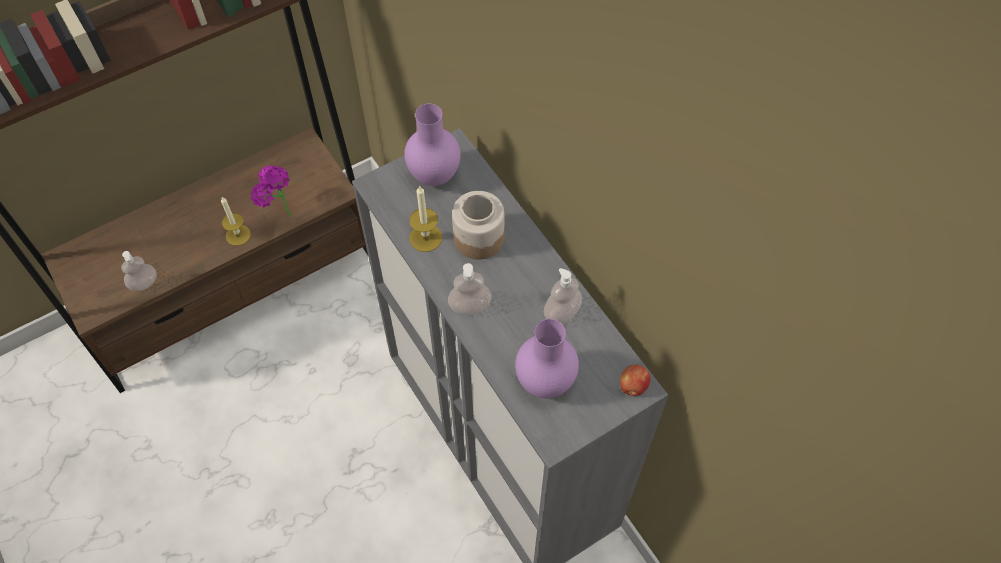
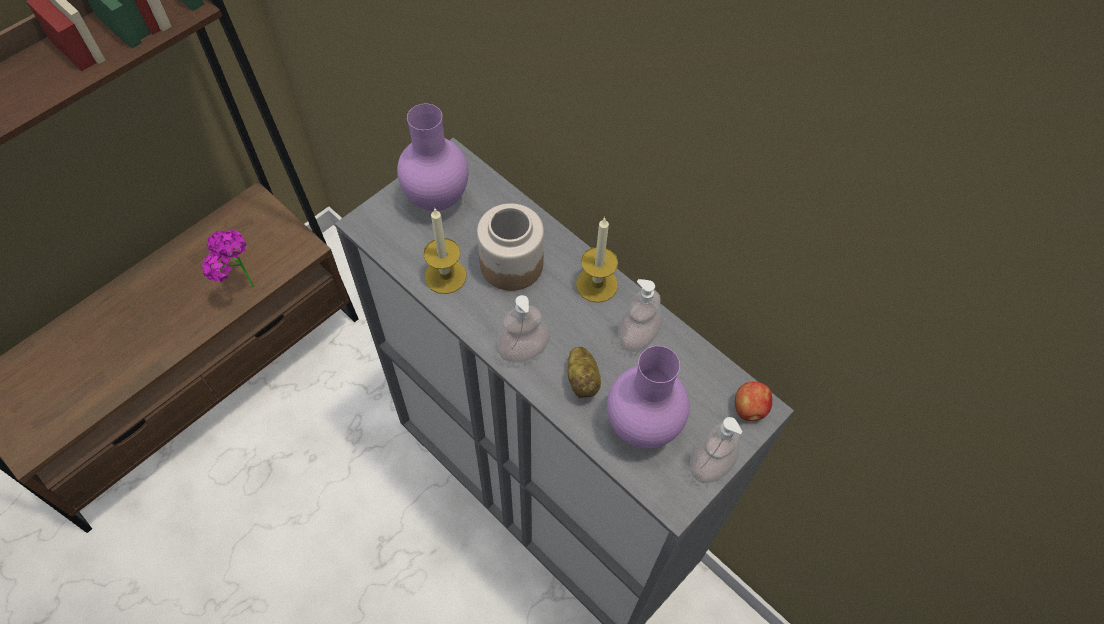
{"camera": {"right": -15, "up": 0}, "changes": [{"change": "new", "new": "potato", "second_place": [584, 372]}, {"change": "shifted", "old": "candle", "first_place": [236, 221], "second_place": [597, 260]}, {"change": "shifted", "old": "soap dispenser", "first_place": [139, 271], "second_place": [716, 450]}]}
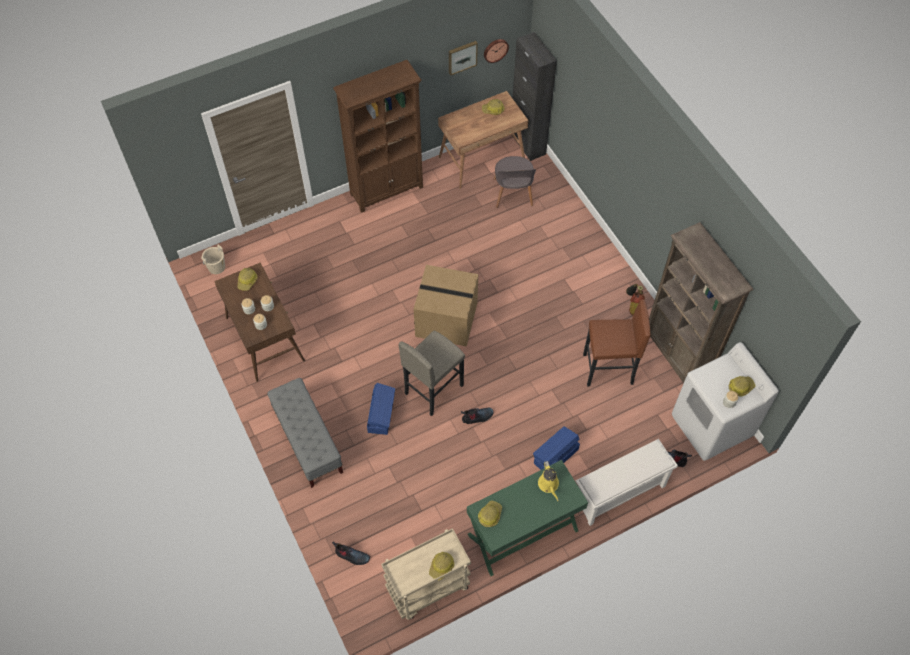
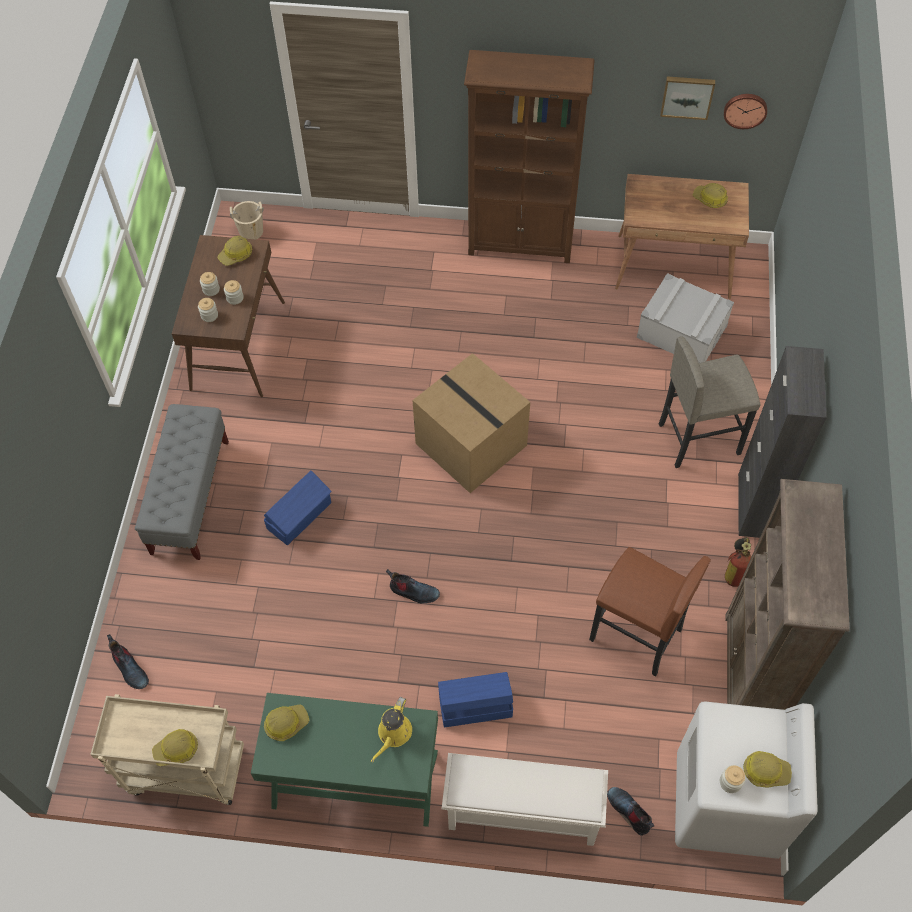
{"camera": {"right": 35, "up": 0}, "changes": [{"change": "swapped", "old": "grey chair", "new": "grey storage box", "first_place": [515, 182], "second_place": [685, 318]}, {"change": "shifted", "old": "grey stool", "first_place": [431, 373], "second_place": [710, 402]}, {"change": "shifted", "old": "black cabinet", "first_place": [535, 96], "second_place": [782, 442]}]}
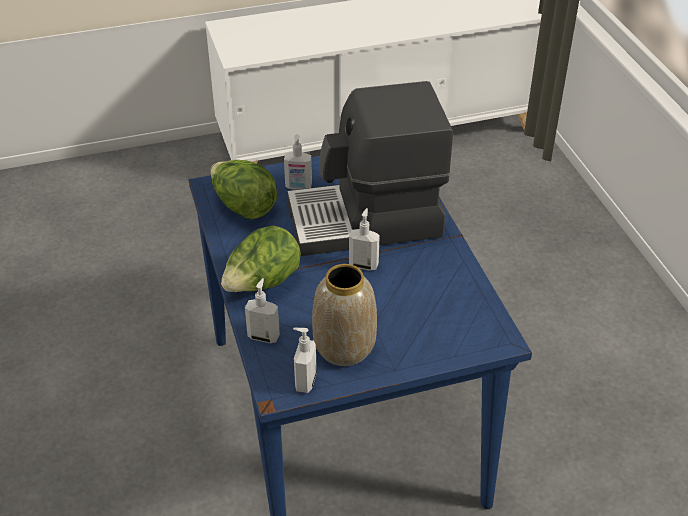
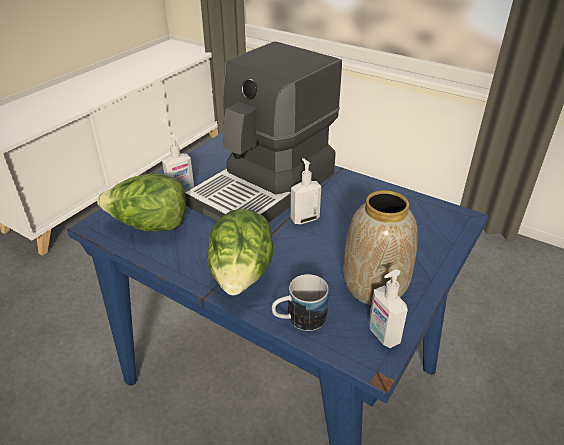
{"camera": {"right": -40, "up": -5}, "changes": [{"change": "swapped", "old": "soap dispenser", "new": "mug", "first_place": [262, 310], "second_place": [300, 302]}]}
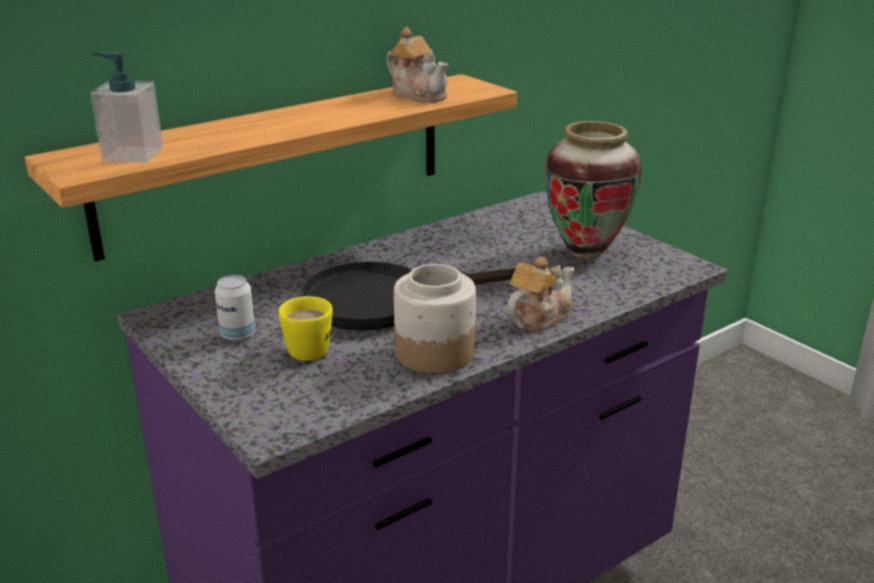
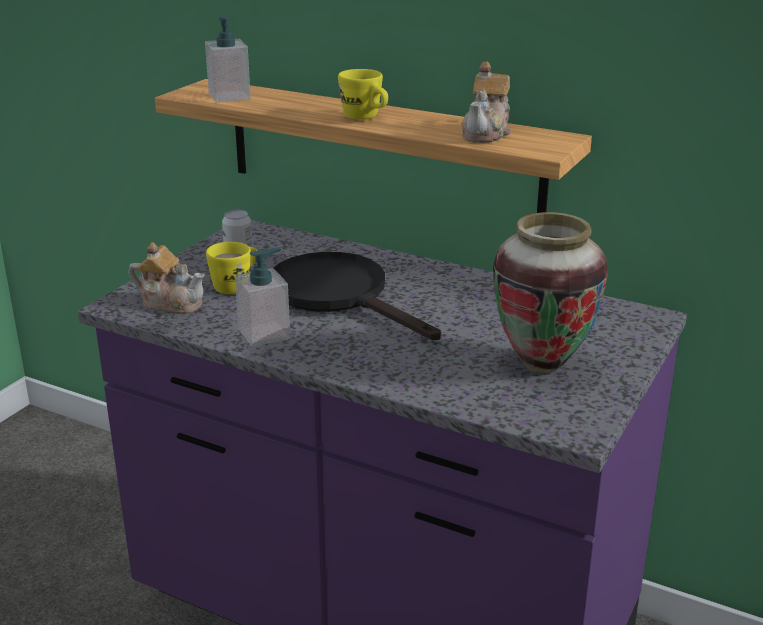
{"camera": {"right": 65, "up": 0}, "changes": [{"change": "shifted", "old": "teapot", "first_place": [540, 294], "second_place": [167, 278]}, {"change": "swapped", "old": "jar", "new": "soap dispenser", "first_place": [435, 318], "second_place": [262, 297]}, {"change": "new", "new": "yellow mug", "second_place": [363, 94]}]}
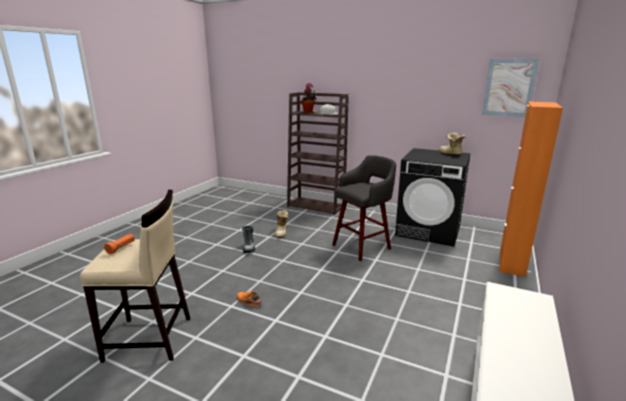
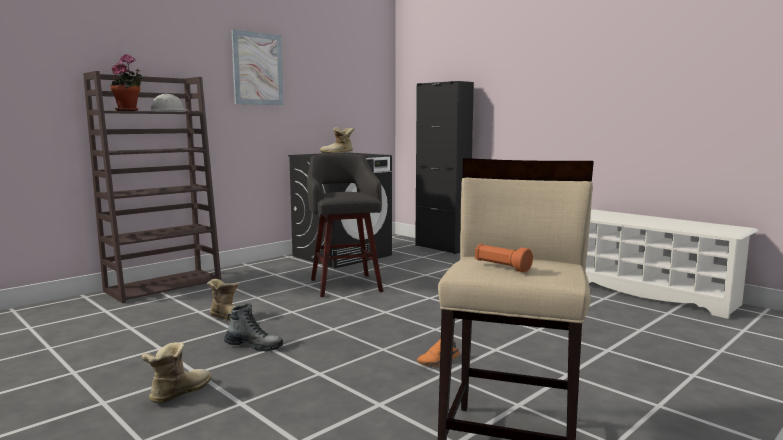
{"camera": {"right": -70, "up": -10}, "changes": [{"change": "new", "new": "boot", "second_place": [176, 372]}, {"change": "shifted", "old": "picture", "first_place": [510, 88], "second_place": [257, 67]}, {"change": "repainted", "old": "orange cabinet", "new": "black cabinet", "first_place": [531, 189], "second_place": [444, 167]}]}
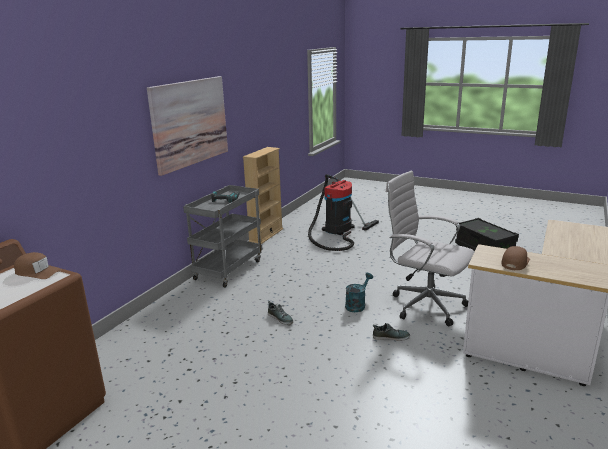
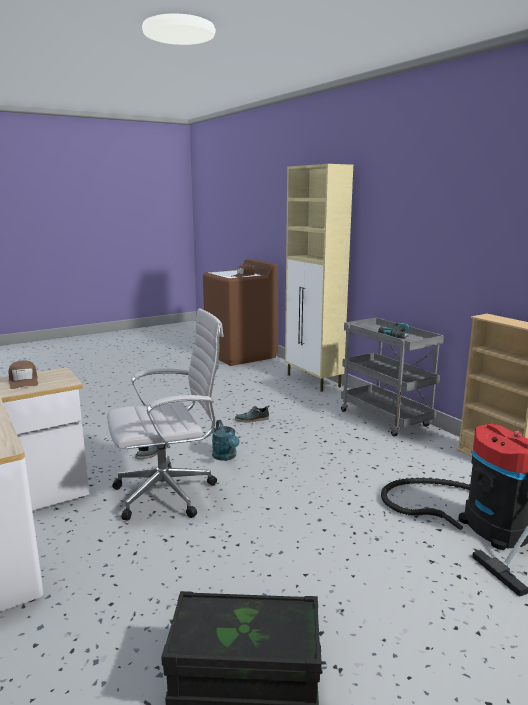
{"camera": {"right": 120, "up": -5}, "changes": [{"change": "new", "new": "beige cabinet", "second_place": [319, 278]}, {"change": "gone", "old": "picture", "first_place": [187, 126]}]}
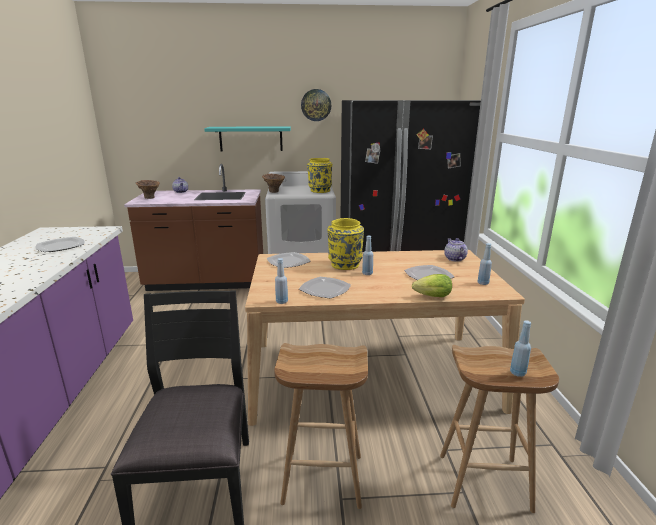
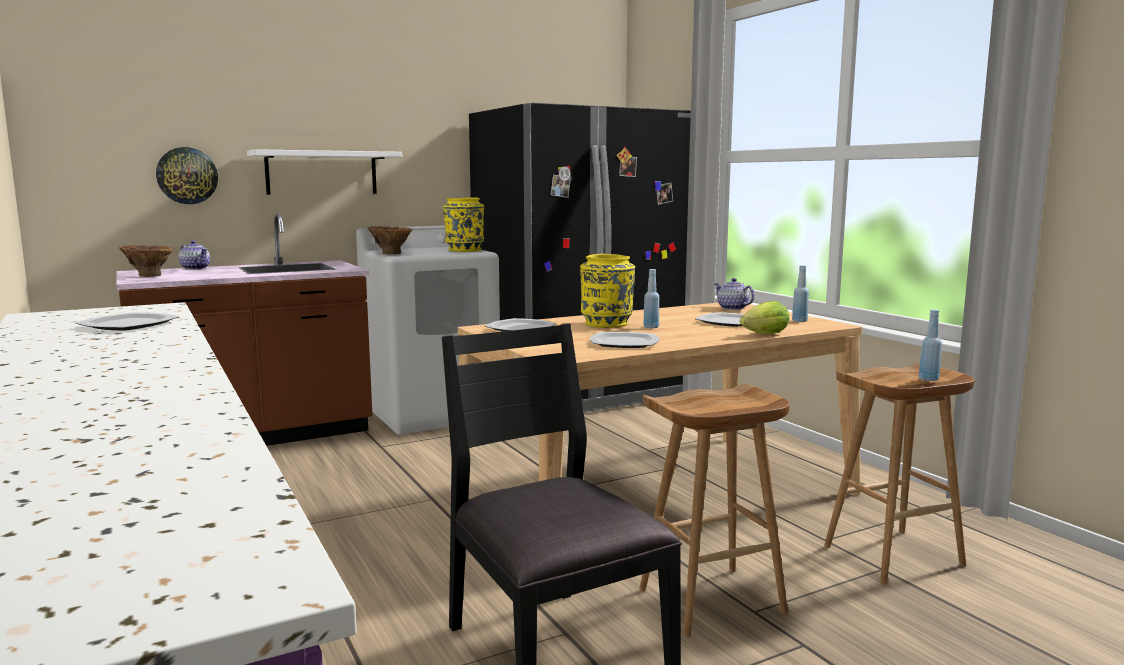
{"camera": {"right": -25, "up": -10}, "changes": [{"change": "shifted", "old": "wall clock", "first_place": [316, 105], "second_place": [187, 175]}, {"change": "repainted", "old": "turquoise shelf", "new": "white shelf", "first_place": [247, 138], "second_place": [324, 172]}, {"change": "gone", "old": "blue bottle", "first_place": [281, 281]}]}
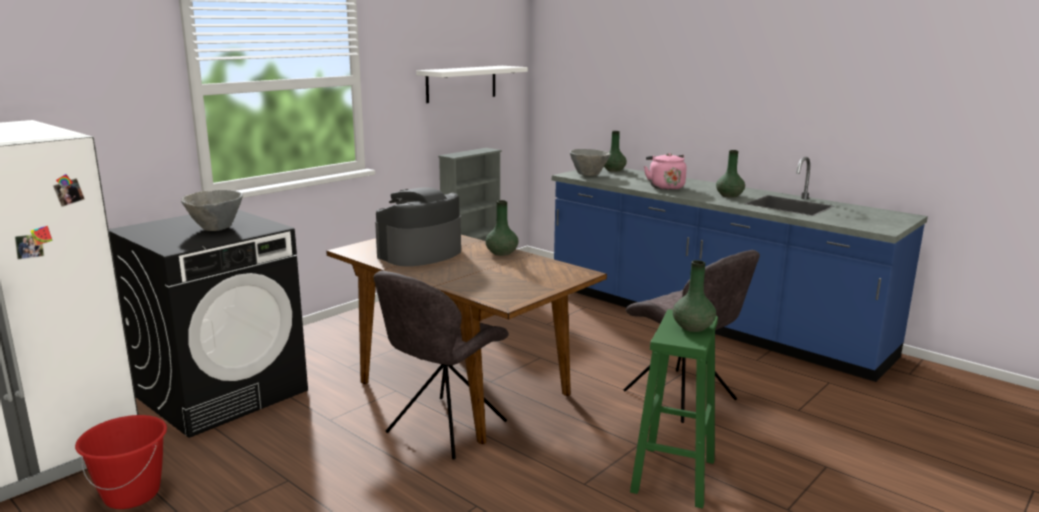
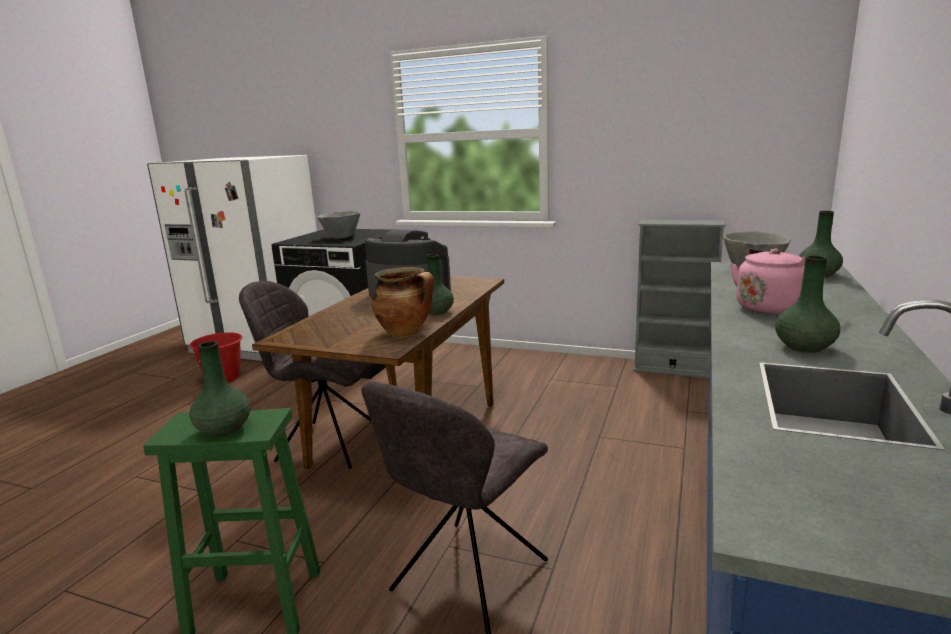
{"camera": {"right": 70, "up": 0}, "changes": [{"change": "new", "new": "cooking pot", "second_place": [403, 302]}, {"change": "gone", "old": "white shelf", "first_place": [472, 84]}]}
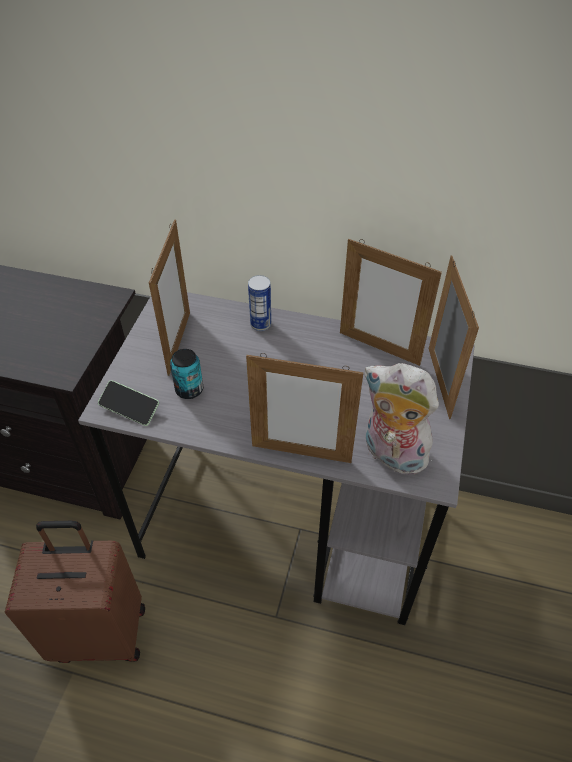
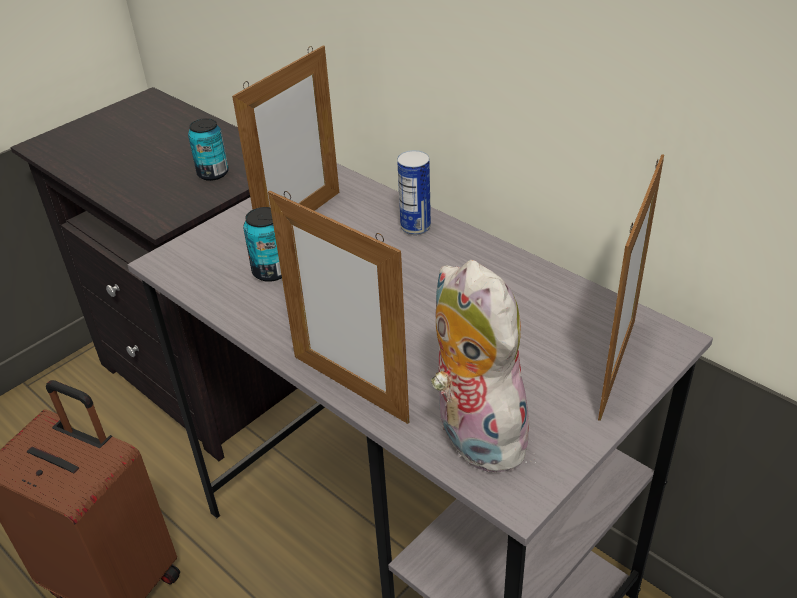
{"camera": {"right": 30, "up": -10}, "changes": [{"change": "new", "new": "can", "second_place": [208, 149]}, {"change": "gone", "old": "phone", "first_place": [128, 403]}, {"change": "gone", "old": "picture frame", "first_place": [391, 302]}]}
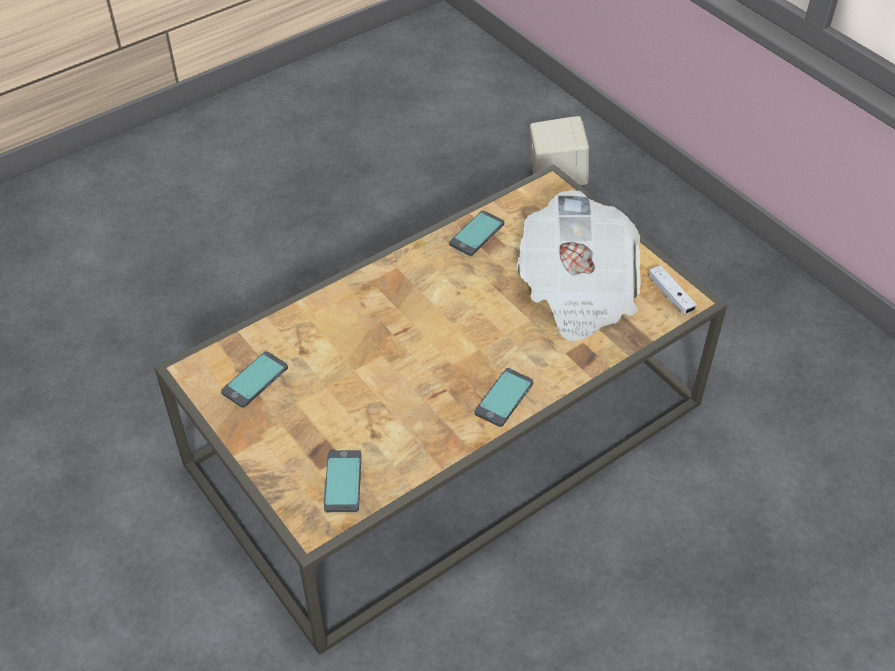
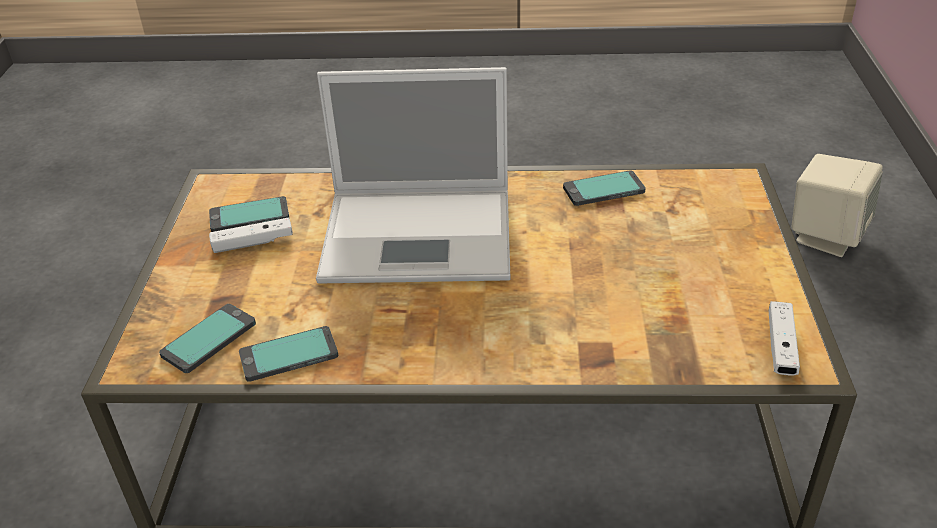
{"camera": {"right": 40, "up": -10}, "changes": [{"change": "new", "new": "white game controller", "second_place": [251, 235]}, {"change": "shifted", "old": "phone", "first_place": [504, 397], "second_place": [288, 354]}, {"change": "new", "new": "laptop", "second_place": [413, 175]}, {"change": "gone", "old": "newspaper", "first_place": [578, 266]}]}
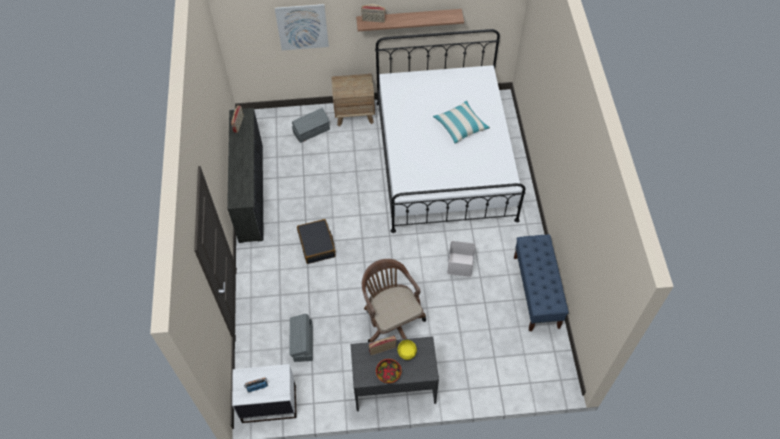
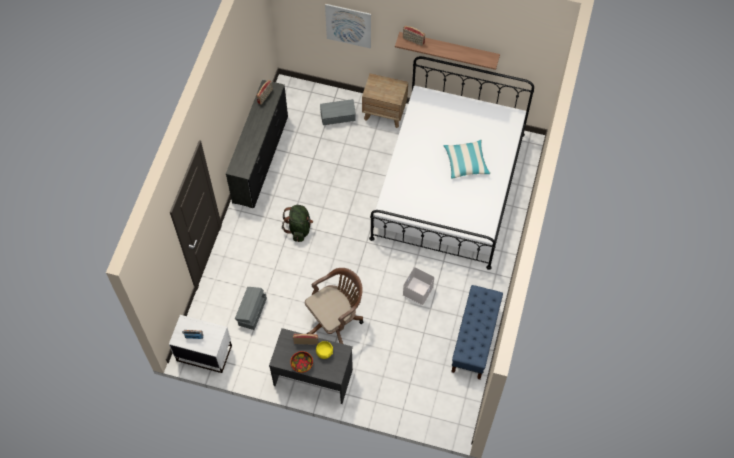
{"camera": {"right": 20, "up": 5}, "changes": [{"change": "swapped", "old": "black suitcase", "new": "green backpack", "first_place": [316, 241], "second_place": [297, 223]}, {"change": "rotated", "old": "brown office chair", "first_place": [394, 300], "second_place": [334, 306], "degrees": 60}]}
